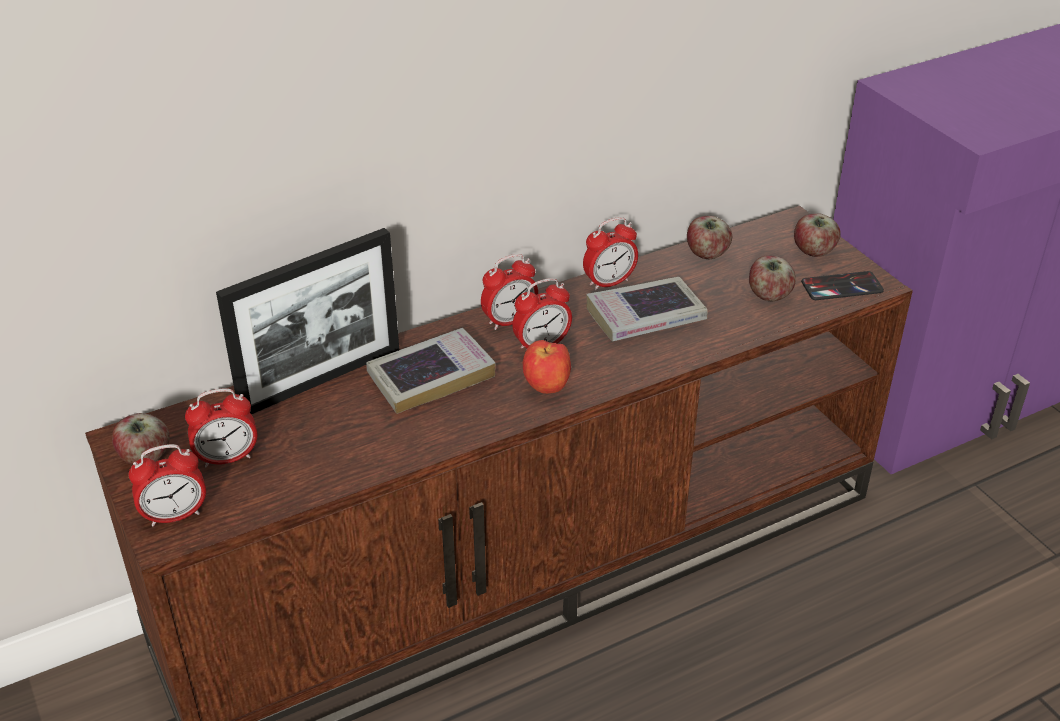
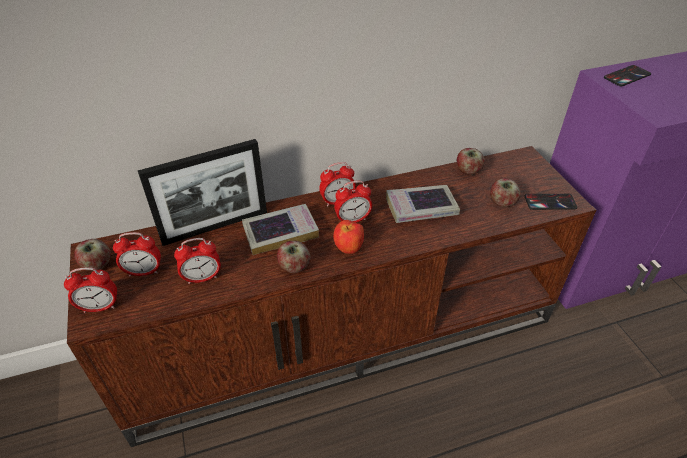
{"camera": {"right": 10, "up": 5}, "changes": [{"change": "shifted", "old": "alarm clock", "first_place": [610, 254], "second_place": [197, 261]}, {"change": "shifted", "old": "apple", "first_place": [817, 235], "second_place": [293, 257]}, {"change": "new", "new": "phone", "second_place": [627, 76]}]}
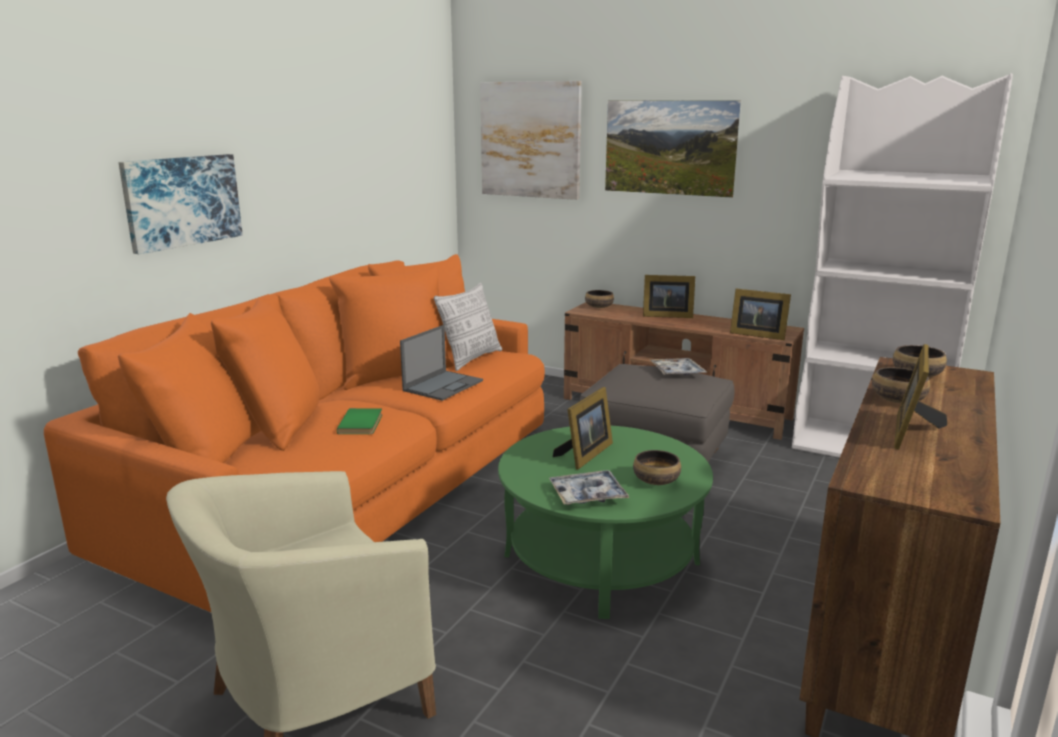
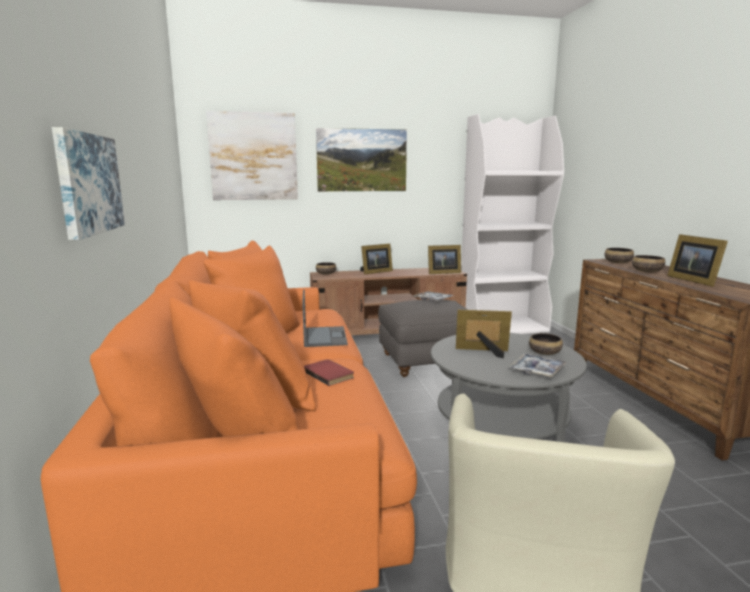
{"camera": {"right": -40, "up": -5}, "changes": [{"change": "repainted", "old": "green book", "new": "red book", "first_place": [359, 421], "second_place": [329, 372]}, {"change": "repainted", "old": "green coffee table", "new": "grey coffee table", "first_place": [605, 522], "second_place": [509, 387]}, {"change": "rotated", "old": "picture frame", "first_place": [583, 428], "second_place": [484, 334], "degrees": -75}, {"change": "gone", "old": "pillow", "first_place": [468, 327]}]}
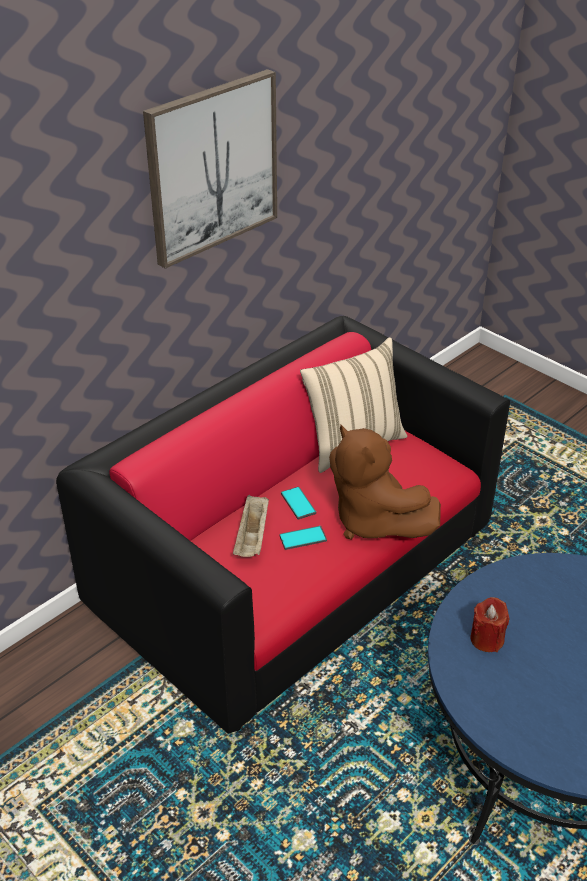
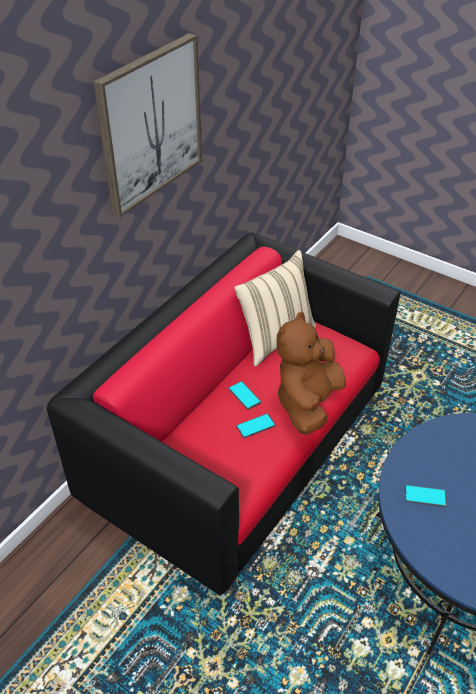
{"camera": {"right": -10, "up": 5}, "changes": [{"change": "rotated", "old": "brown plush toy", "first_place": [385, 482], "second_place": [311, 373], "degrees": 75}, {"change": "swapped", "old": "red candle", "new": "phone", "first_place": [489, 624], "second_place": [426, 496]}, {"change": "gone", "old": "beige tray", "first_place": [251, 526]}]}
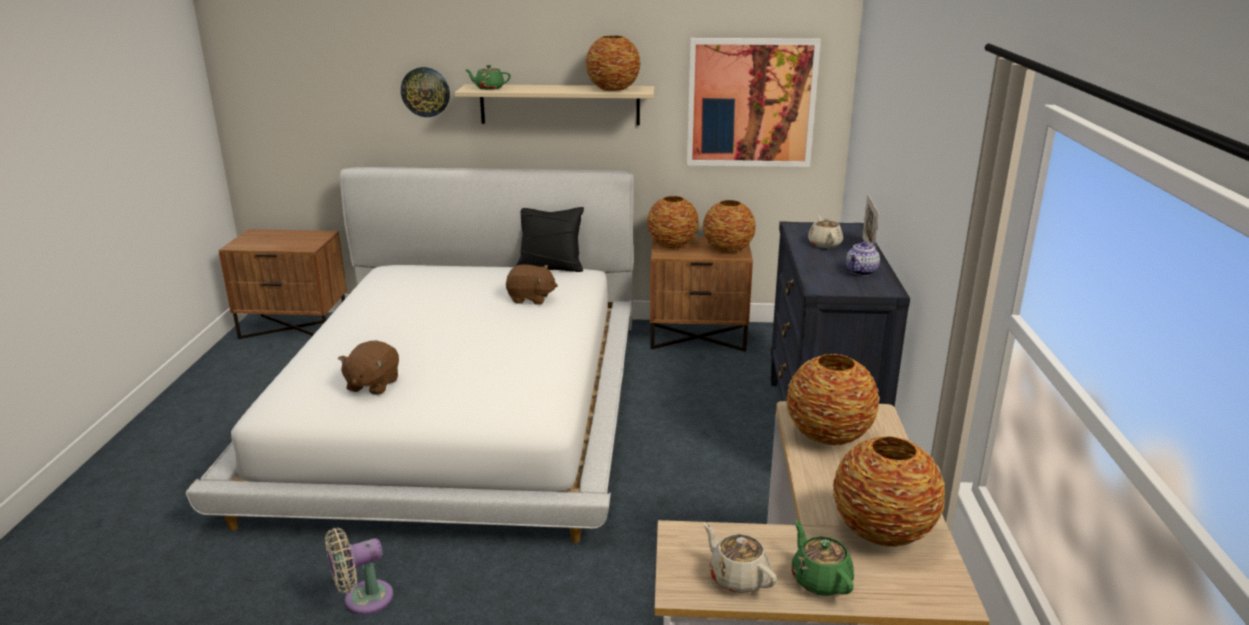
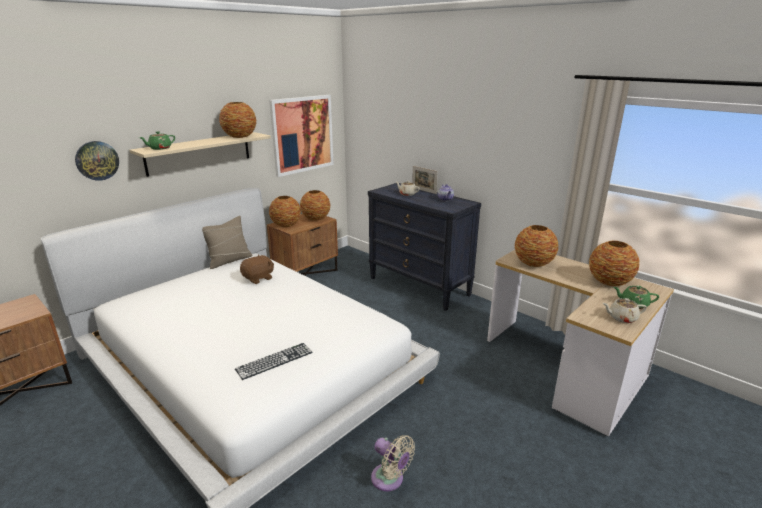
{"camera": {"right": -50, "up": 0}, "changes": [{"change": "repainted", "old": "black pillow", "new": "beige pillow", "first_place": [550, 239], "second_place": [227, 242]}, {"change": "swapped", "old": "brown plush toy", "new": "keyboard", "first_place": [368, 367], "second_place": [274, 361]}, {"change": "rotated", "old": "beige fan", "first_place": [359, 571], "second_place": [393, 463], "degrees": -60}]}
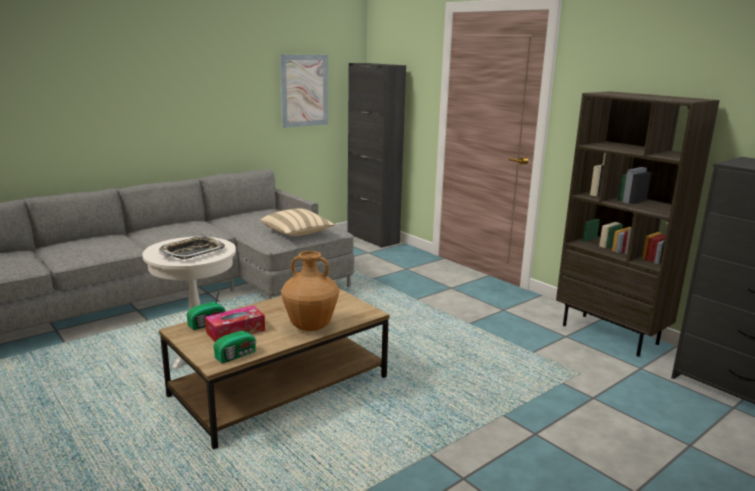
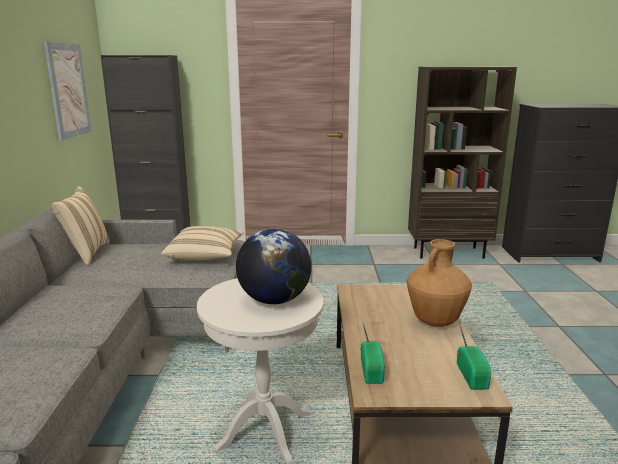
{"camera": {"right": -50, "up": 0}, "changes": [{"change": "new", "new": "beige pillow", "second_place": [80, 226]}, {"change": "swapped", "old": "tray", "new": "globe", "first_place": [192, 247], "second_place": [274, 266]}, {"change": "gone", "old": "tissue box", "first_place": [235, 323]}]}
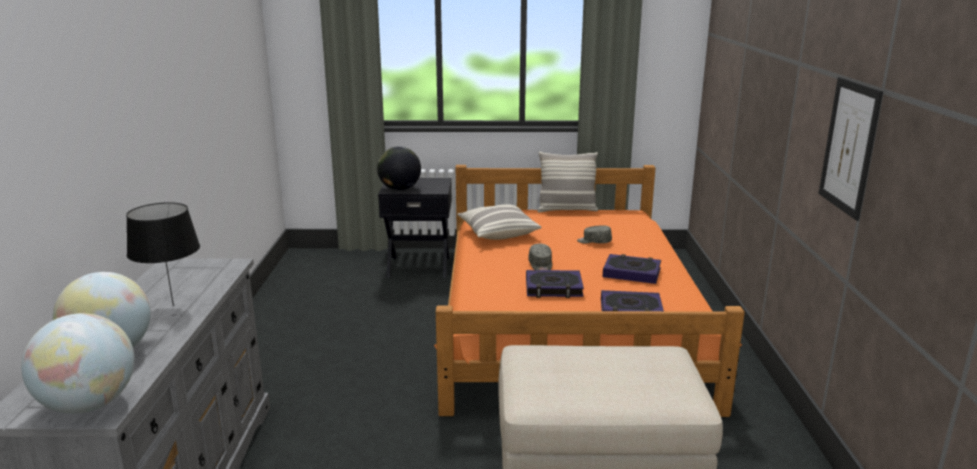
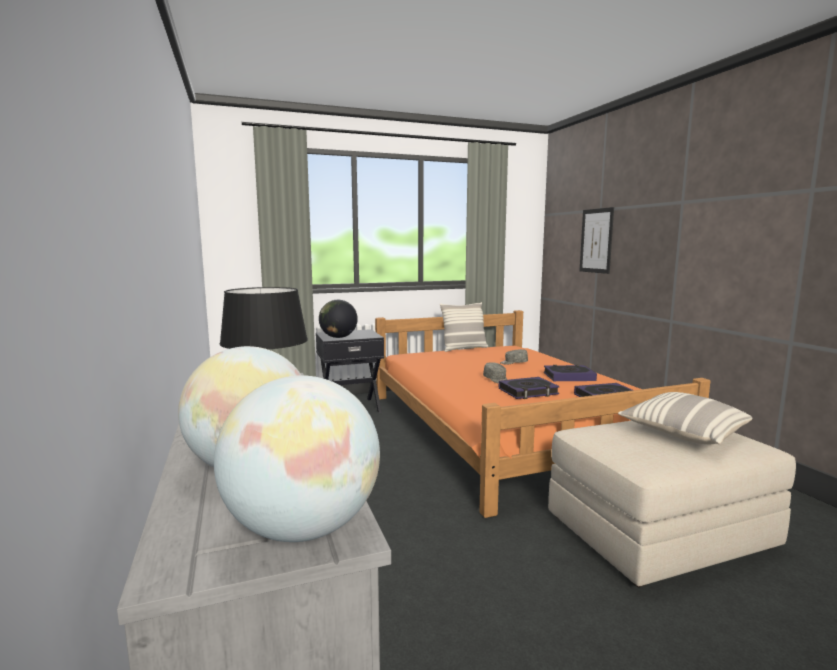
{"camera": {"right": -20, "up": -10}, "changes": [{"change": "shifted", "old": "picture", "first_place": [851, 149], "second_place": [596, 240]}, {"change": "shifted", "old": "pillow", "first_place": [499, 222], "second_place": [685, 418]}]}
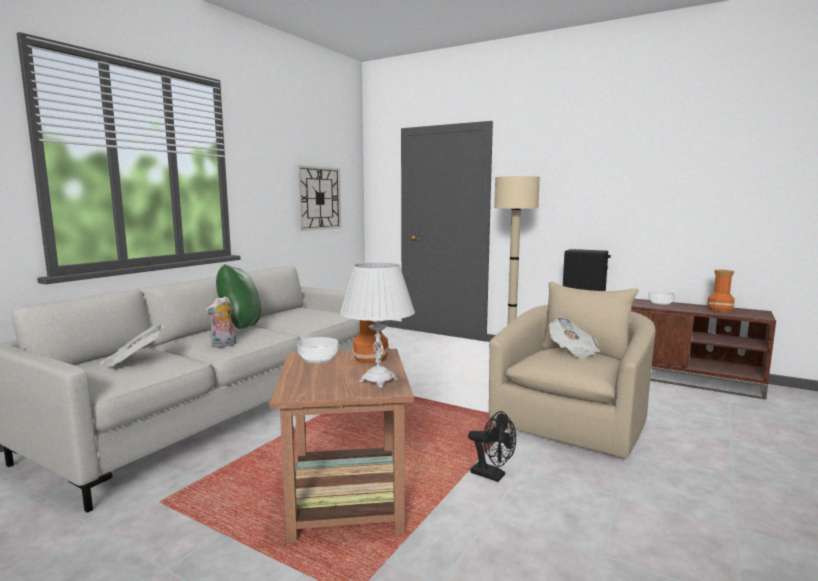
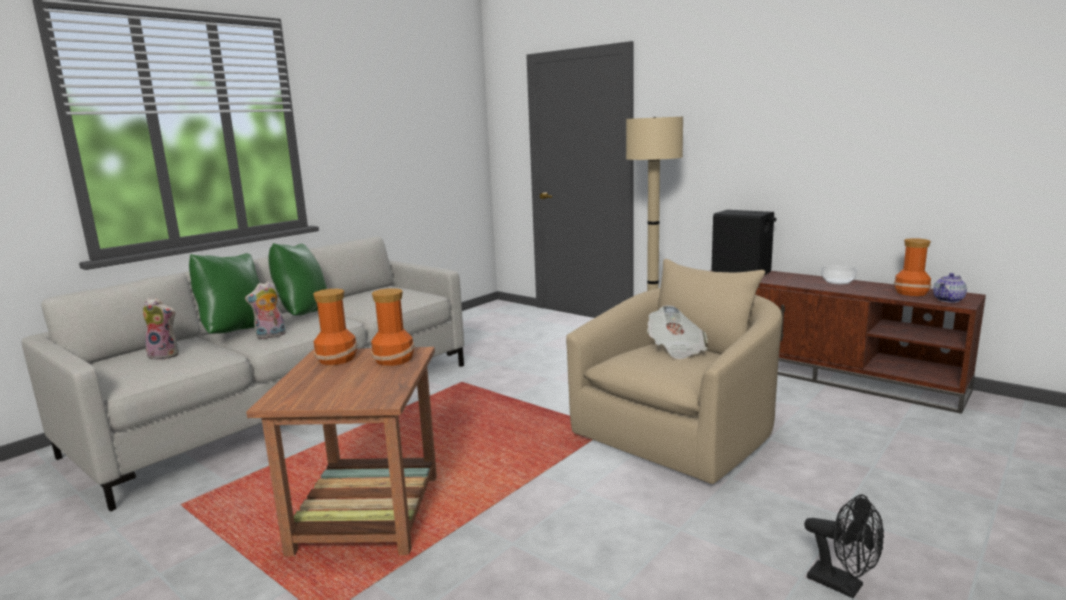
{"camera": {"right": 10, "up": 5}, "changes": [{"change": "swapped", "old": "newspaper", "new": "plush toy", "first_place": [131, 346], "second_place": [160, 329]}, {"change": "new", "new": "green pillow", "second_place": [224, 293]}, {"change": "swapped", "old": "bowl", "new": "vase", "first_place": [317, 350], "second_place": [335, 327]}, {"change": "shifted", "old": "black fan", "first_place": [492, 446], "second_place": [844, 546]}, {"change": "new", "new": "teapot", "second_place": [950, 288]}, {"change": "gone", "old": "wall clock", "first_place": [319, 198]}, {"change": "gone", "old": "white table lamp", "first_place": [377, 325]}]}
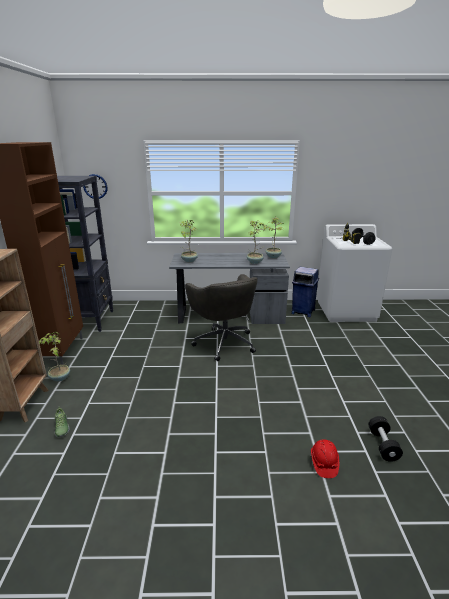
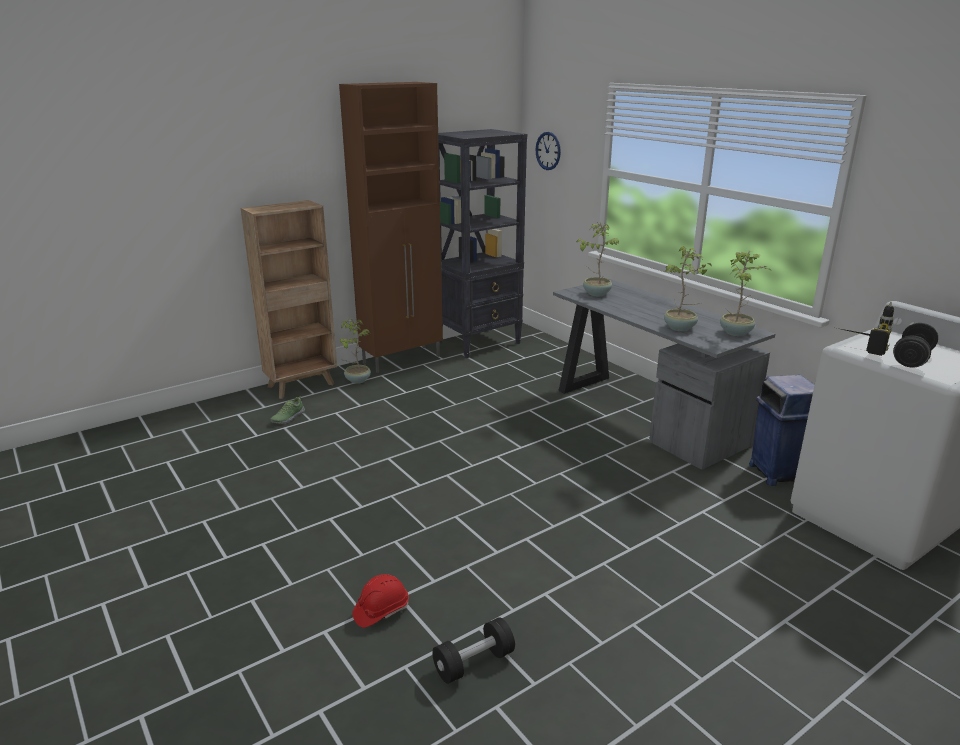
{"camera": {"right": 55, "up": 0}, "changes": [{"change": "gone", "old": "grey office chair", "first_place": [221, 317]}]}
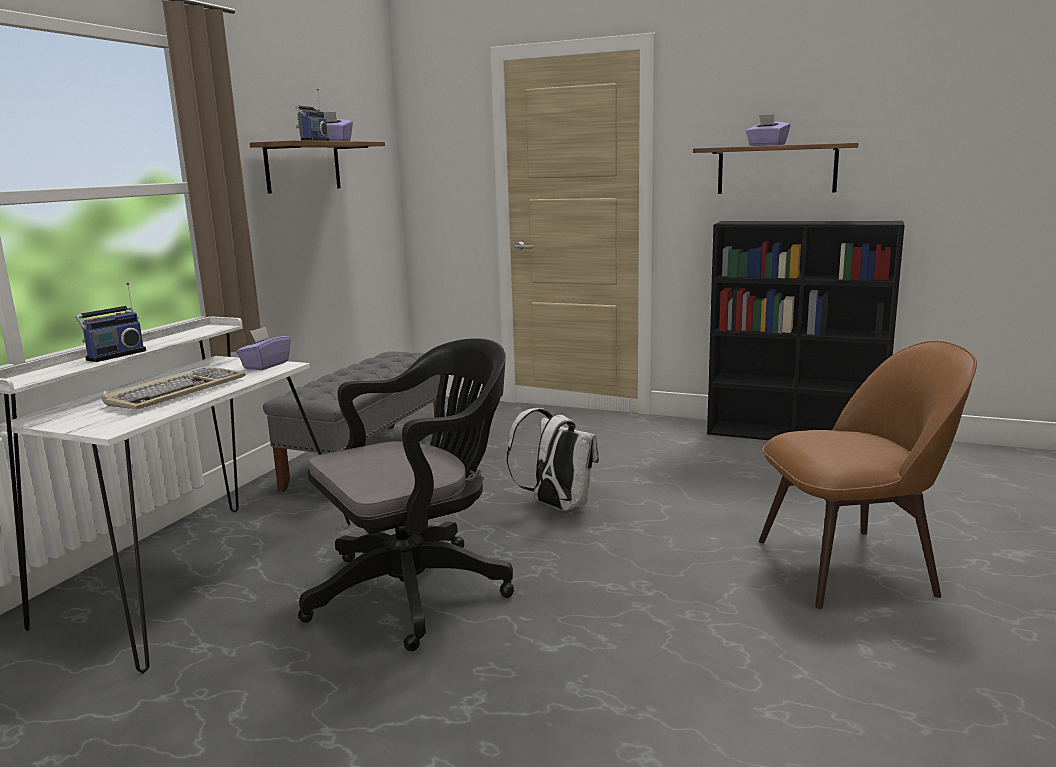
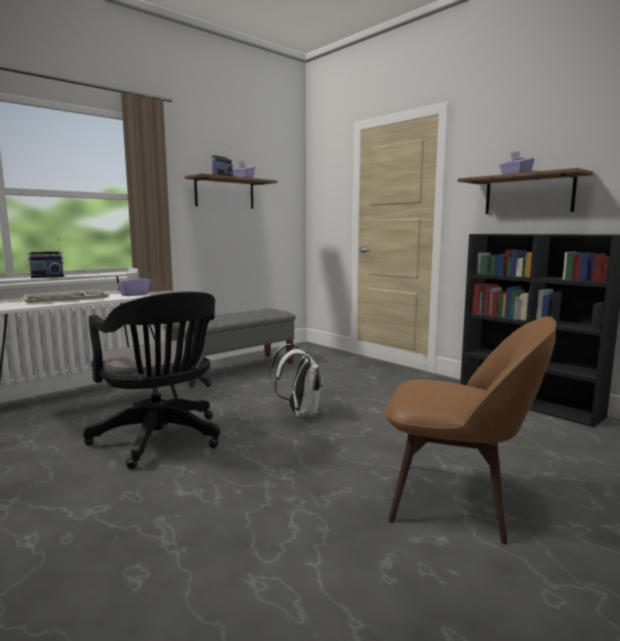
{"camera": {"right": 25, "up": -5}, "changes": [{"change": "rotated", "old": "black office chair", "first_place": [406, 494], "second_place": [151, 380], "degrees": 60}]}
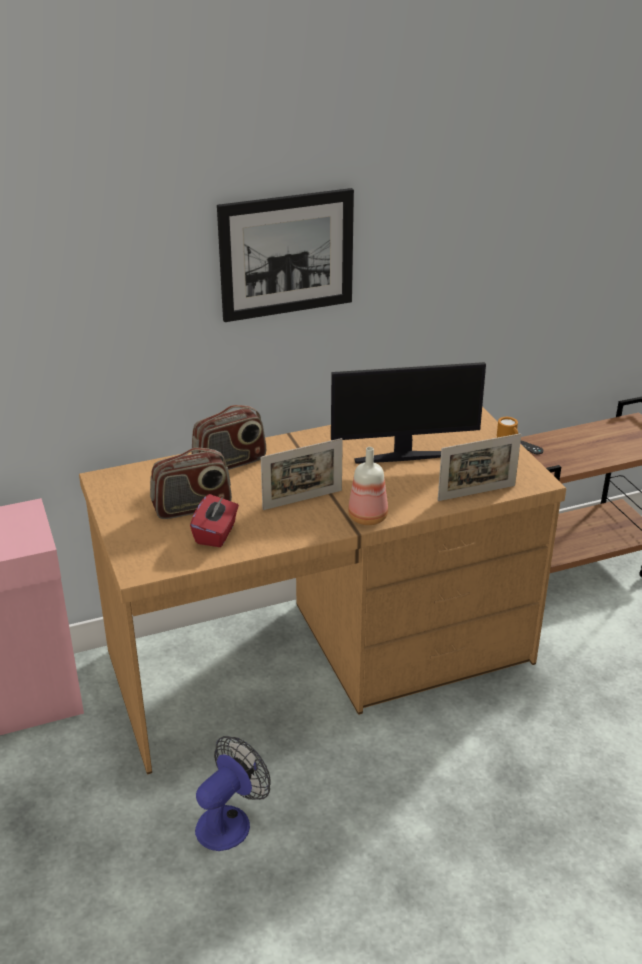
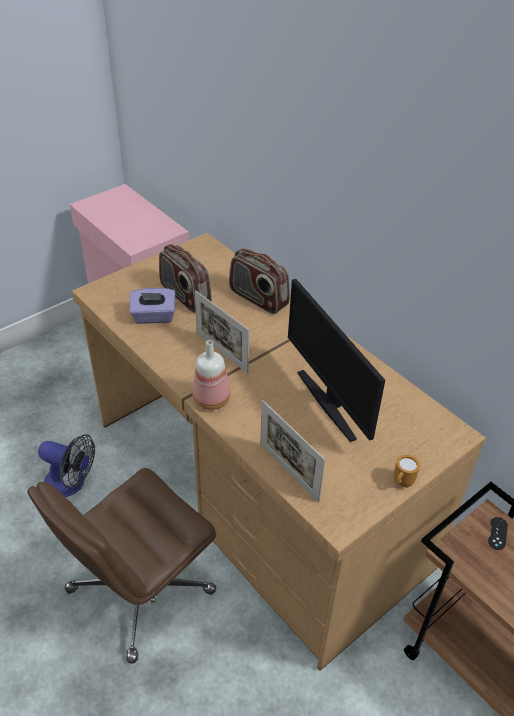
{"camera": {"right": 70, "up": 10}, "changes": [{"change": "new", "new": "brown office chair", "second_place": [121, 566]}, {"change": "repainted", "old": "red tissue box", "new": "purple tissue box", "first_place": [214, 520], "second_place": [152, 306]}, {"change": "gone", "old": "picture", "first_place": [285, 255]}]}
